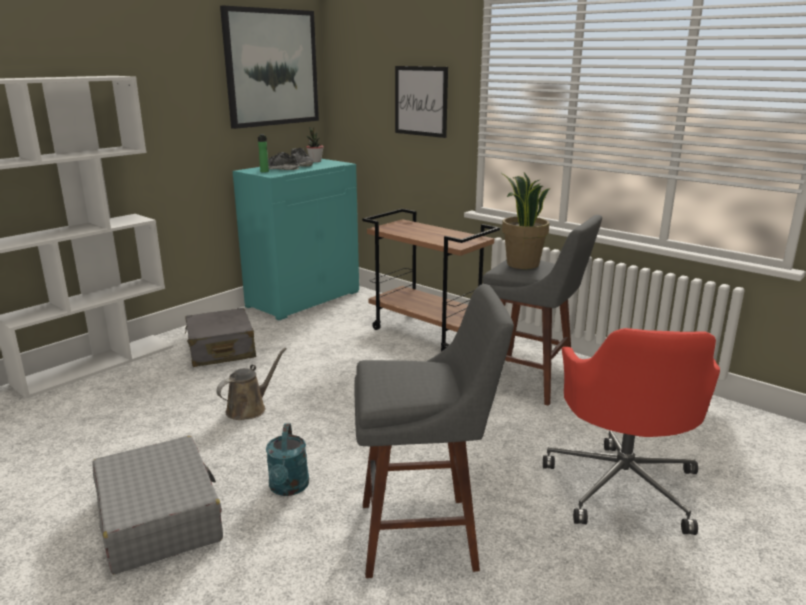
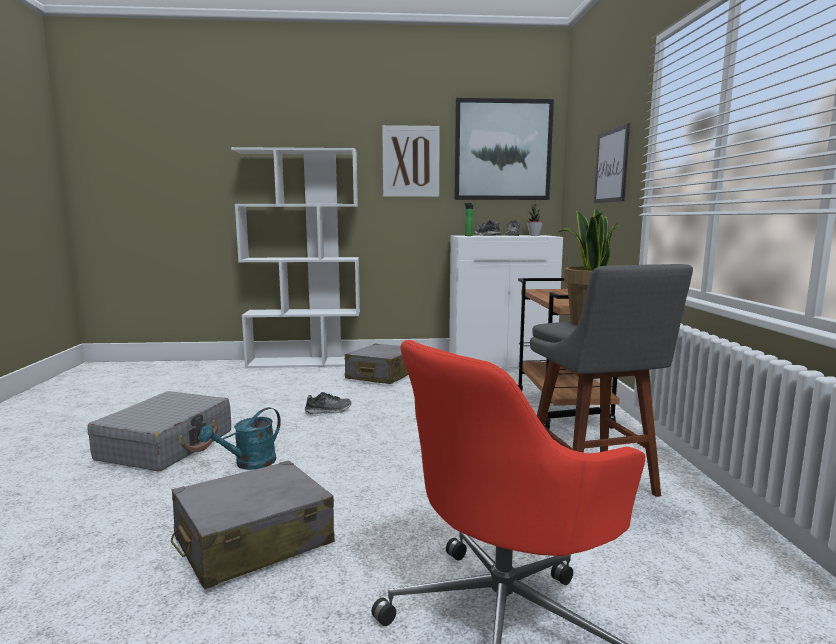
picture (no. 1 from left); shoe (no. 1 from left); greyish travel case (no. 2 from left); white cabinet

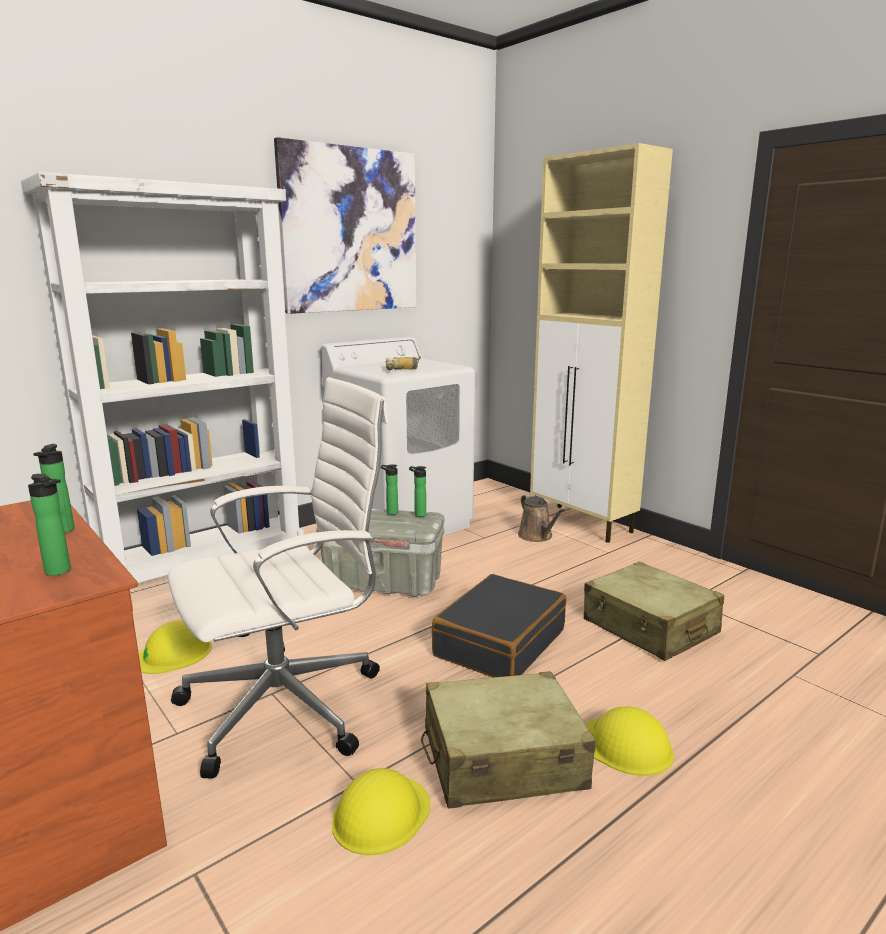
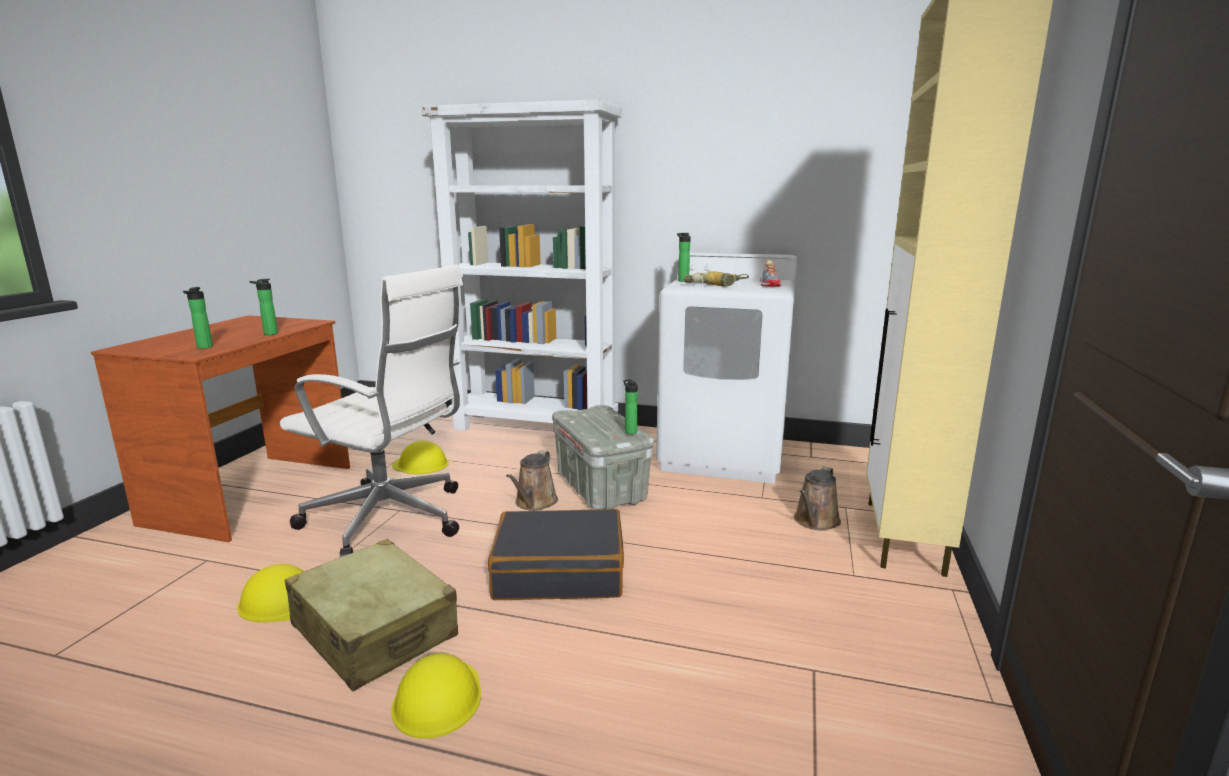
picture; sand-coloured travel case (no. 2 from left in the first image); brown sprinkling can (no. 1 from left); shoe; drink bottle (no. 4 from left)

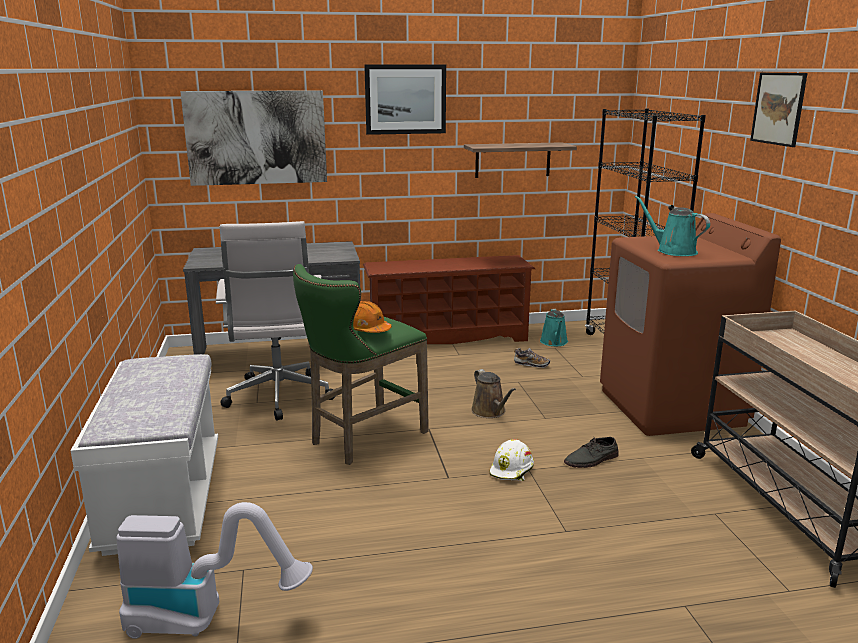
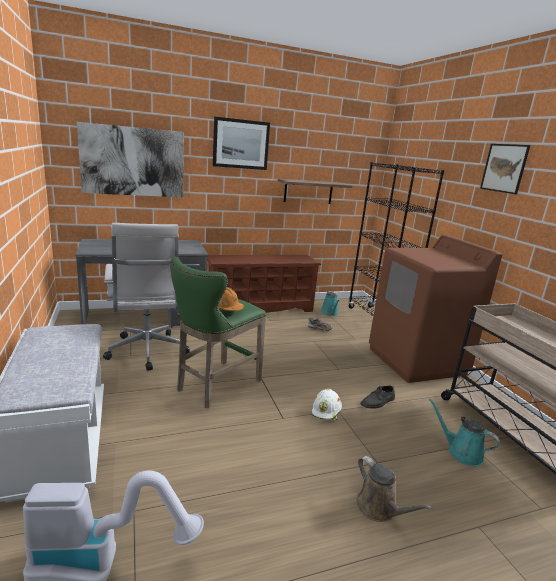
brown sprinkling can; turquoise-coloured sprinkling can (no. 2 from left)

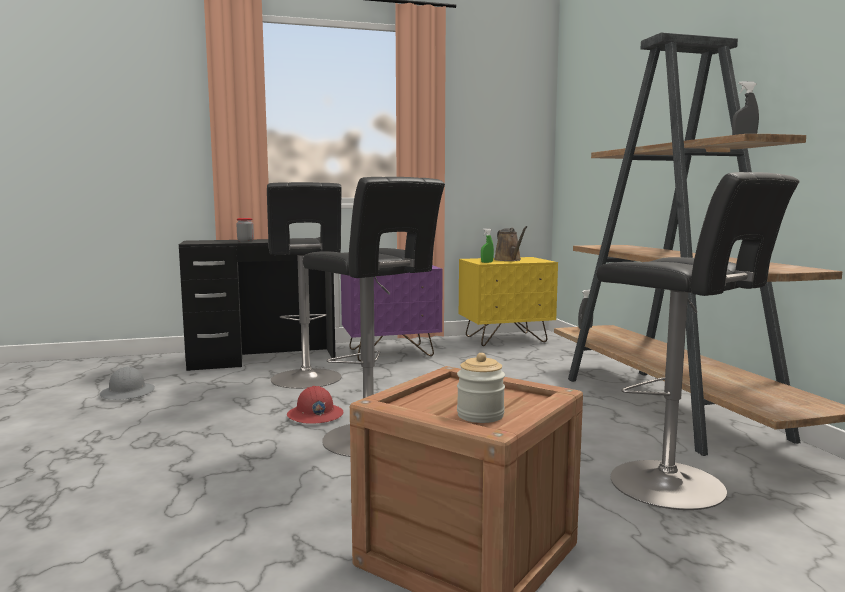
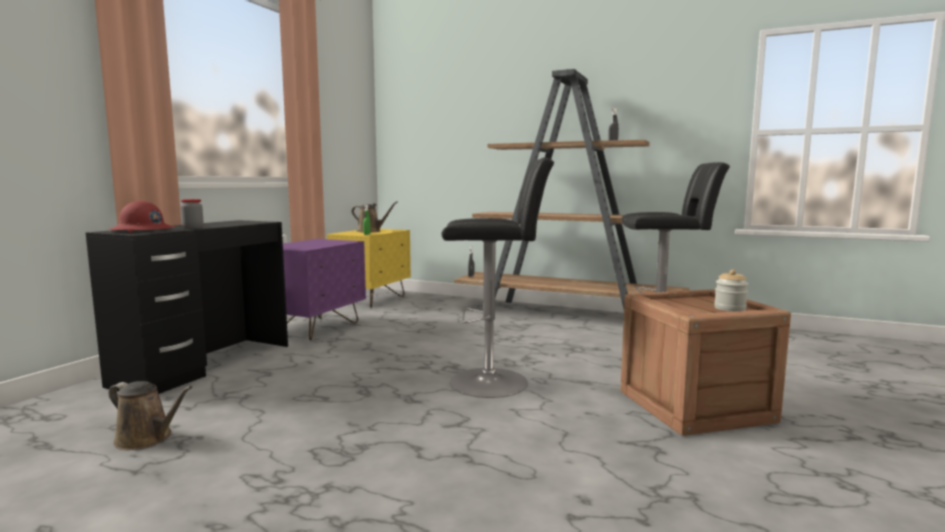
black-coloured stool (no. 1 from left in the first image); red safety helmet; brown sprinkling can (no. 1 from left)

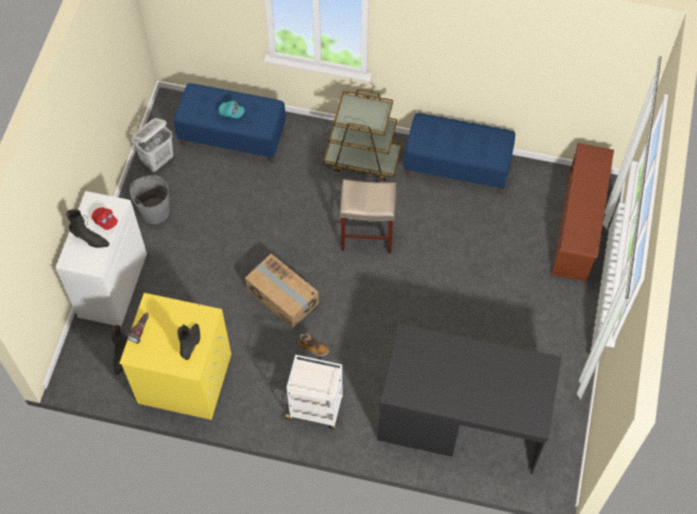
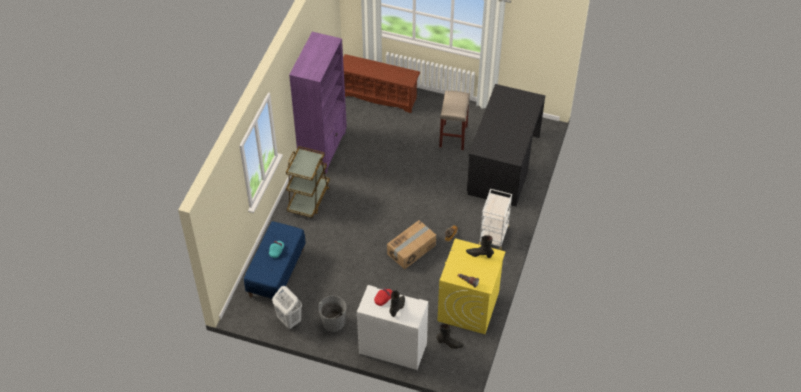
sand-coloured stool; purplish shelving unit

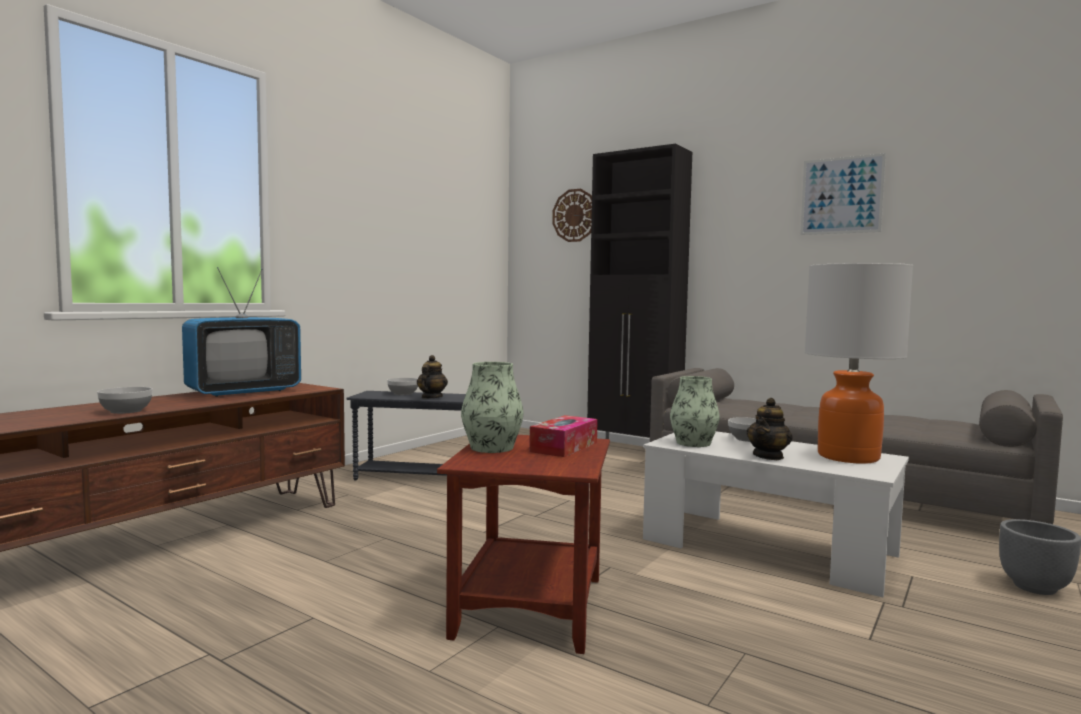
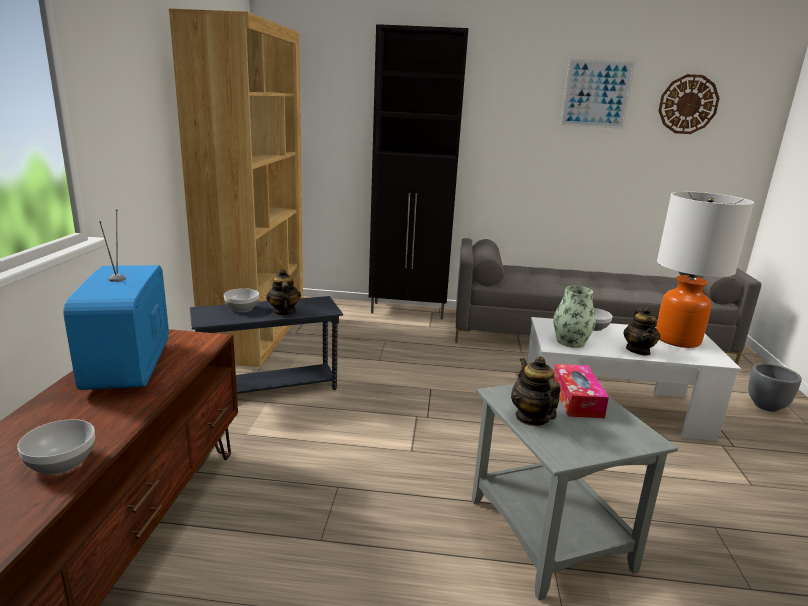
brown shelving unit; clock on the wall; tea pot (no. 2 from left); greyish side table (no. 2 from left); TV

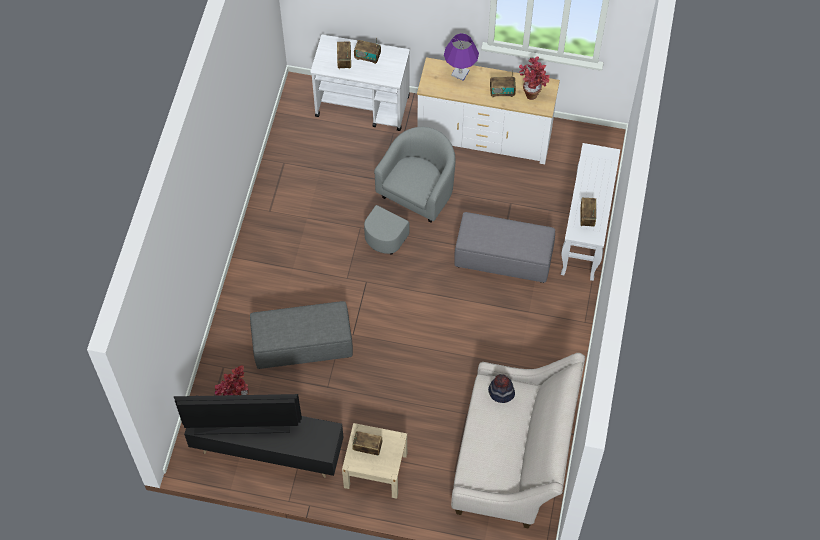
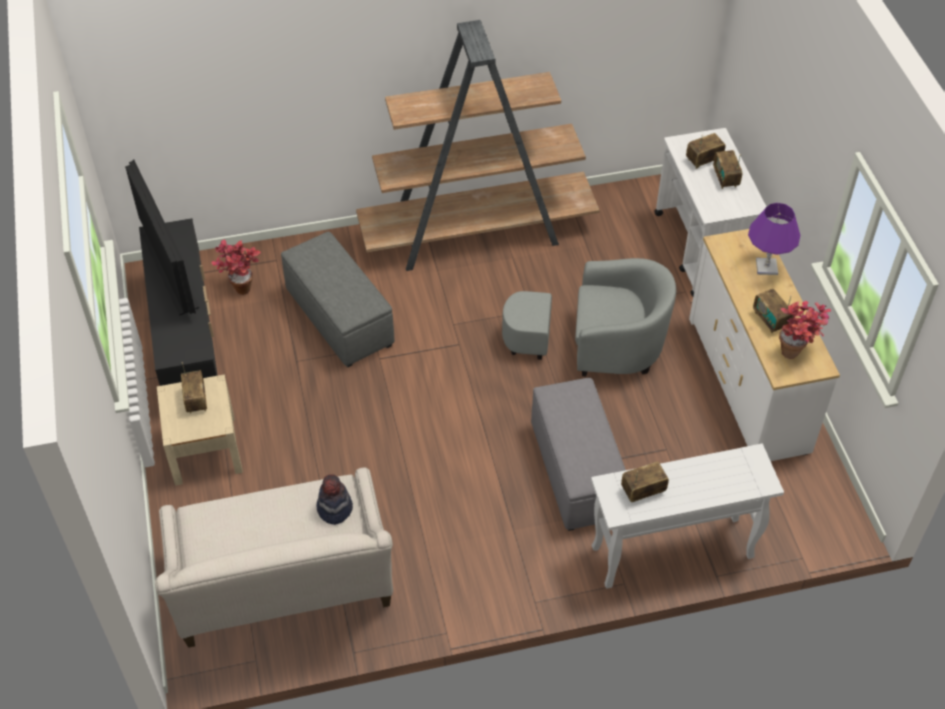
brown shelving unit

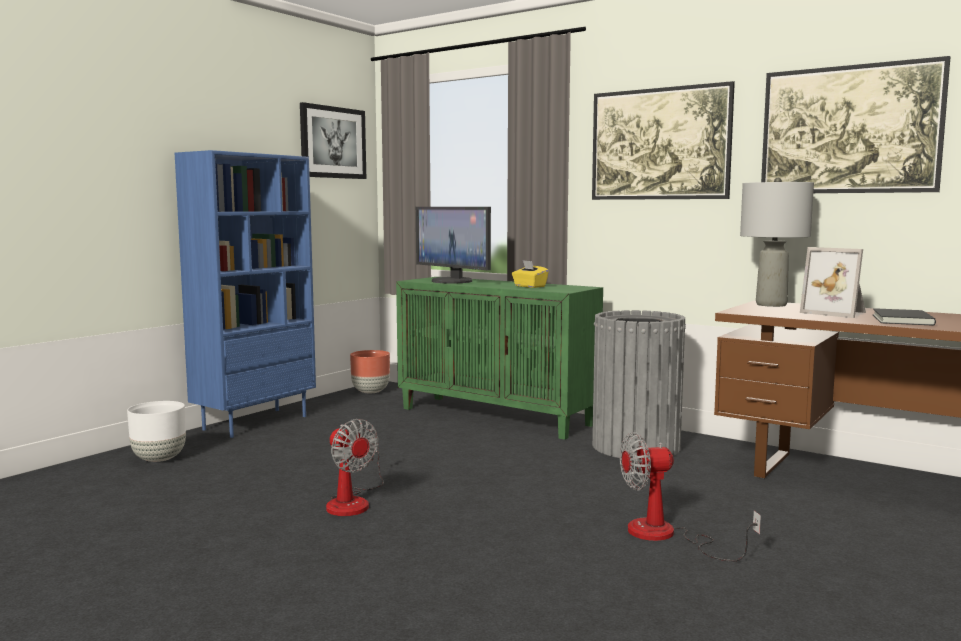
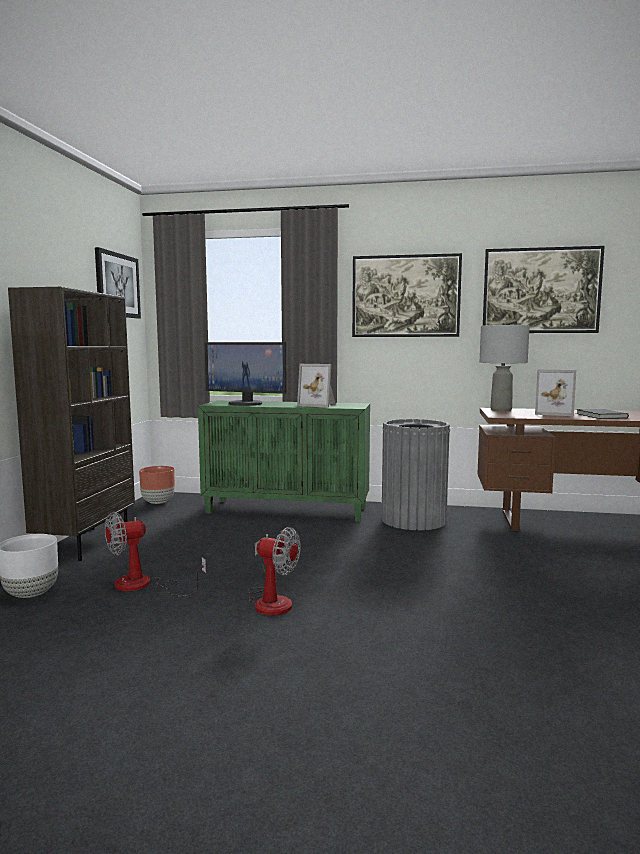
electric fan (no. 1 from left); photo frame (no. 1 from left); brown shelving unit

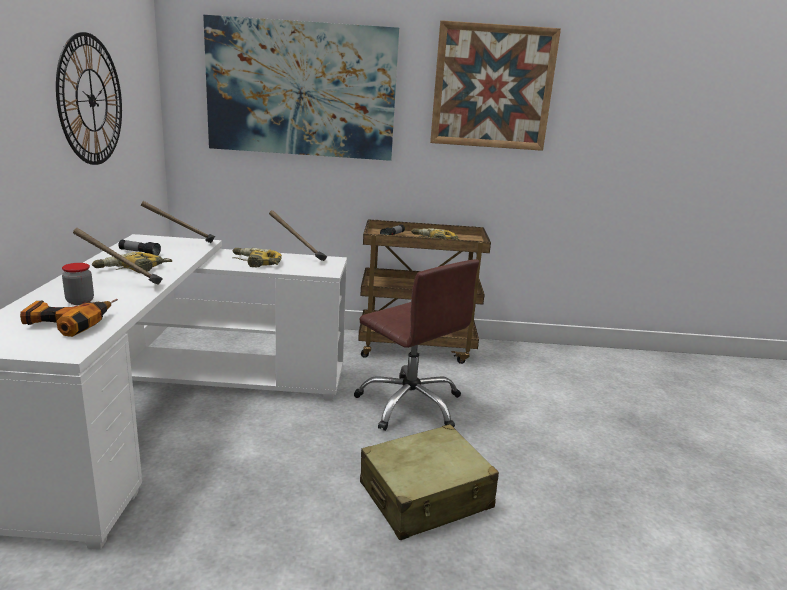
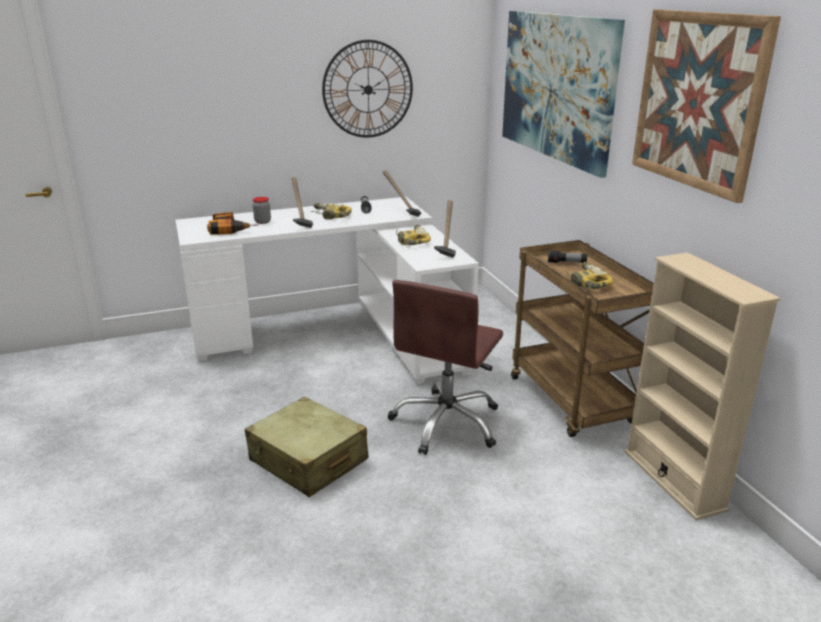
sand-coloured shelving unit

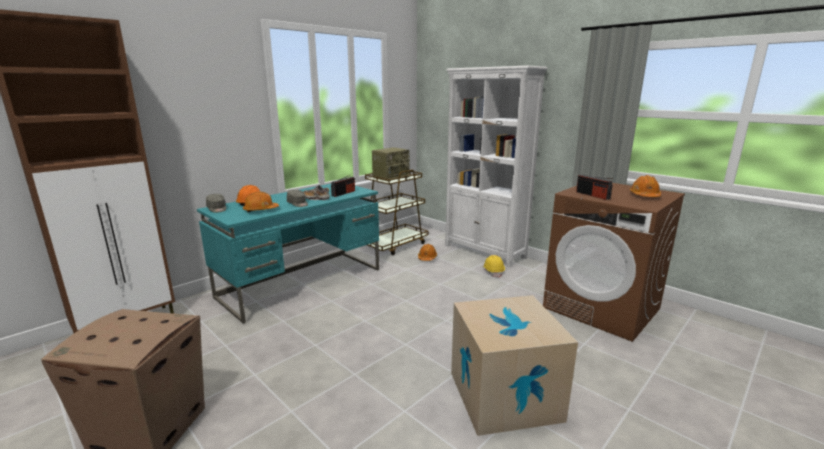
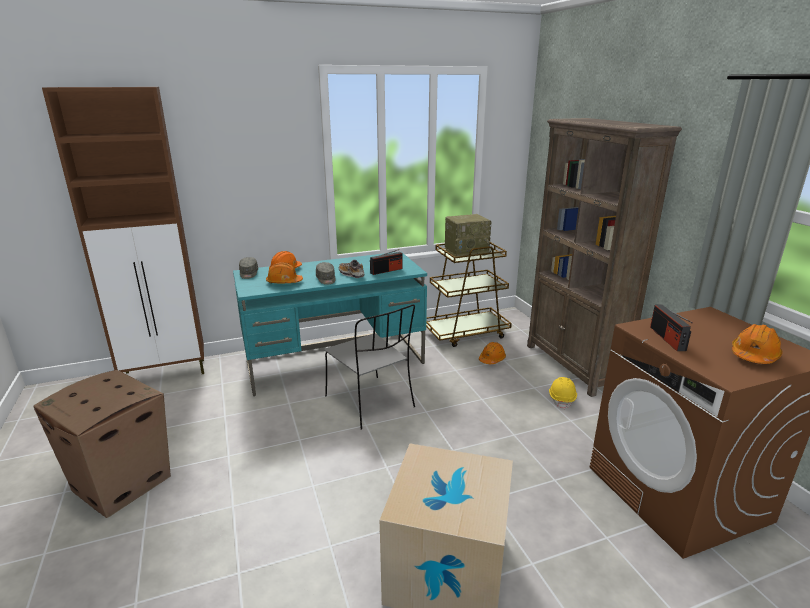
greyish upright chair; brown shelving unit

